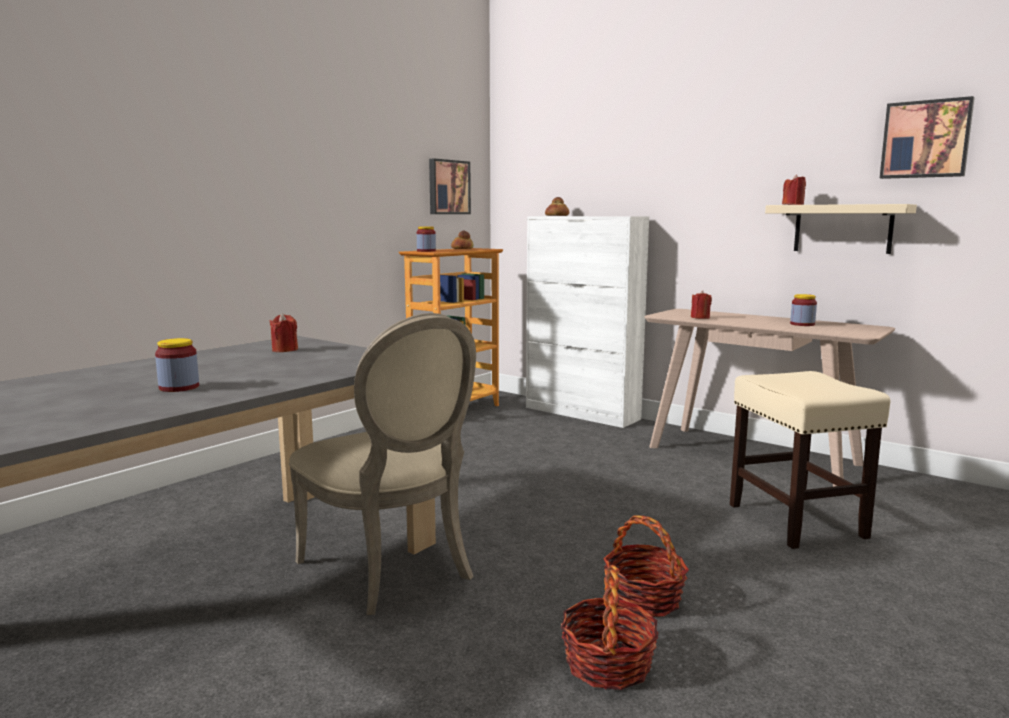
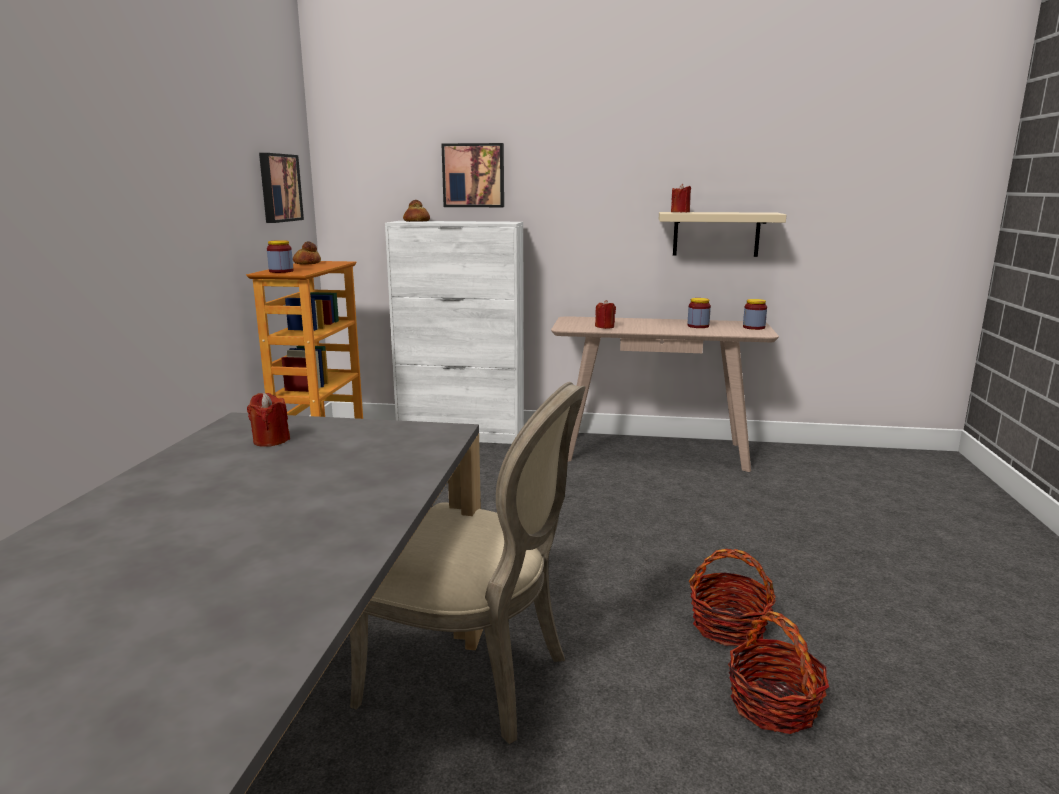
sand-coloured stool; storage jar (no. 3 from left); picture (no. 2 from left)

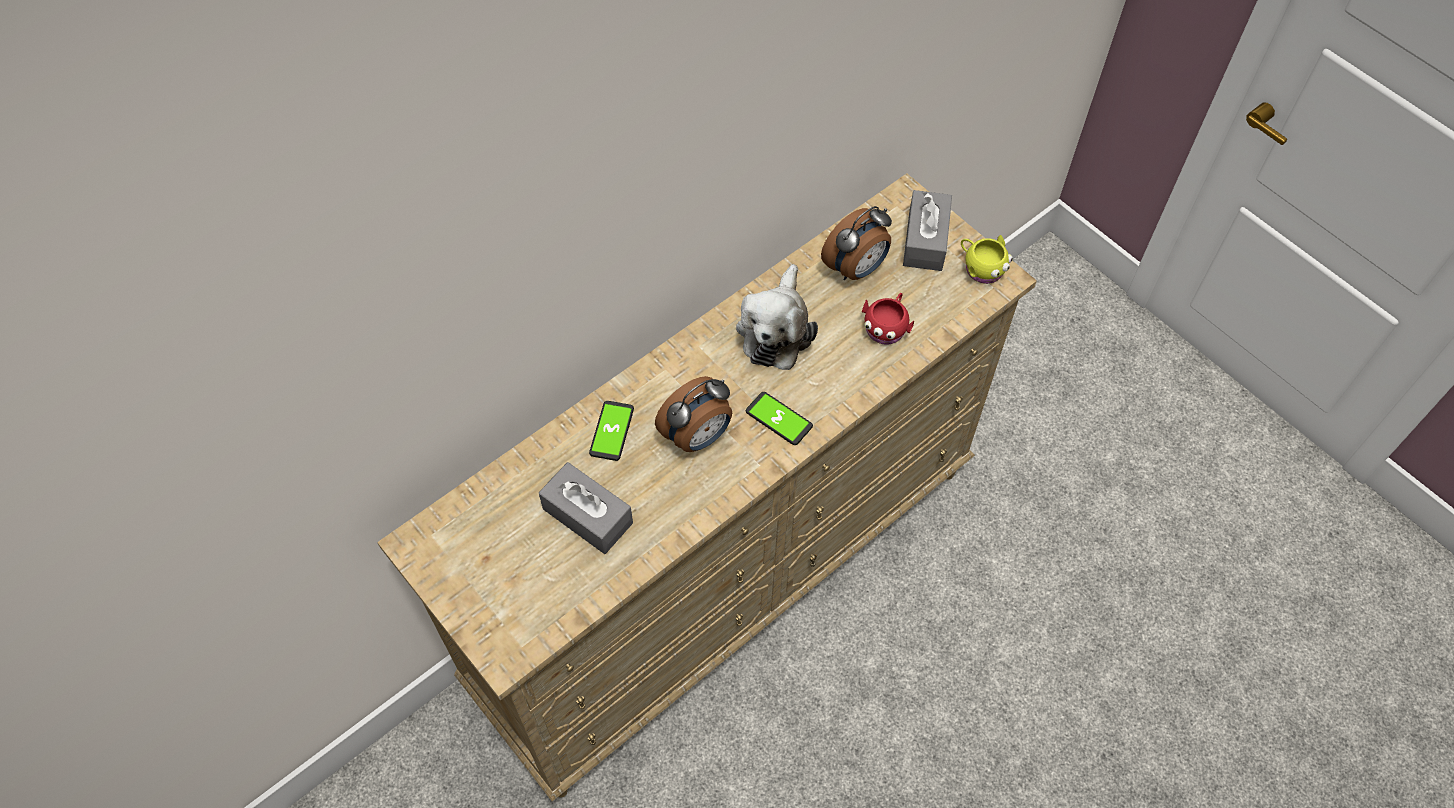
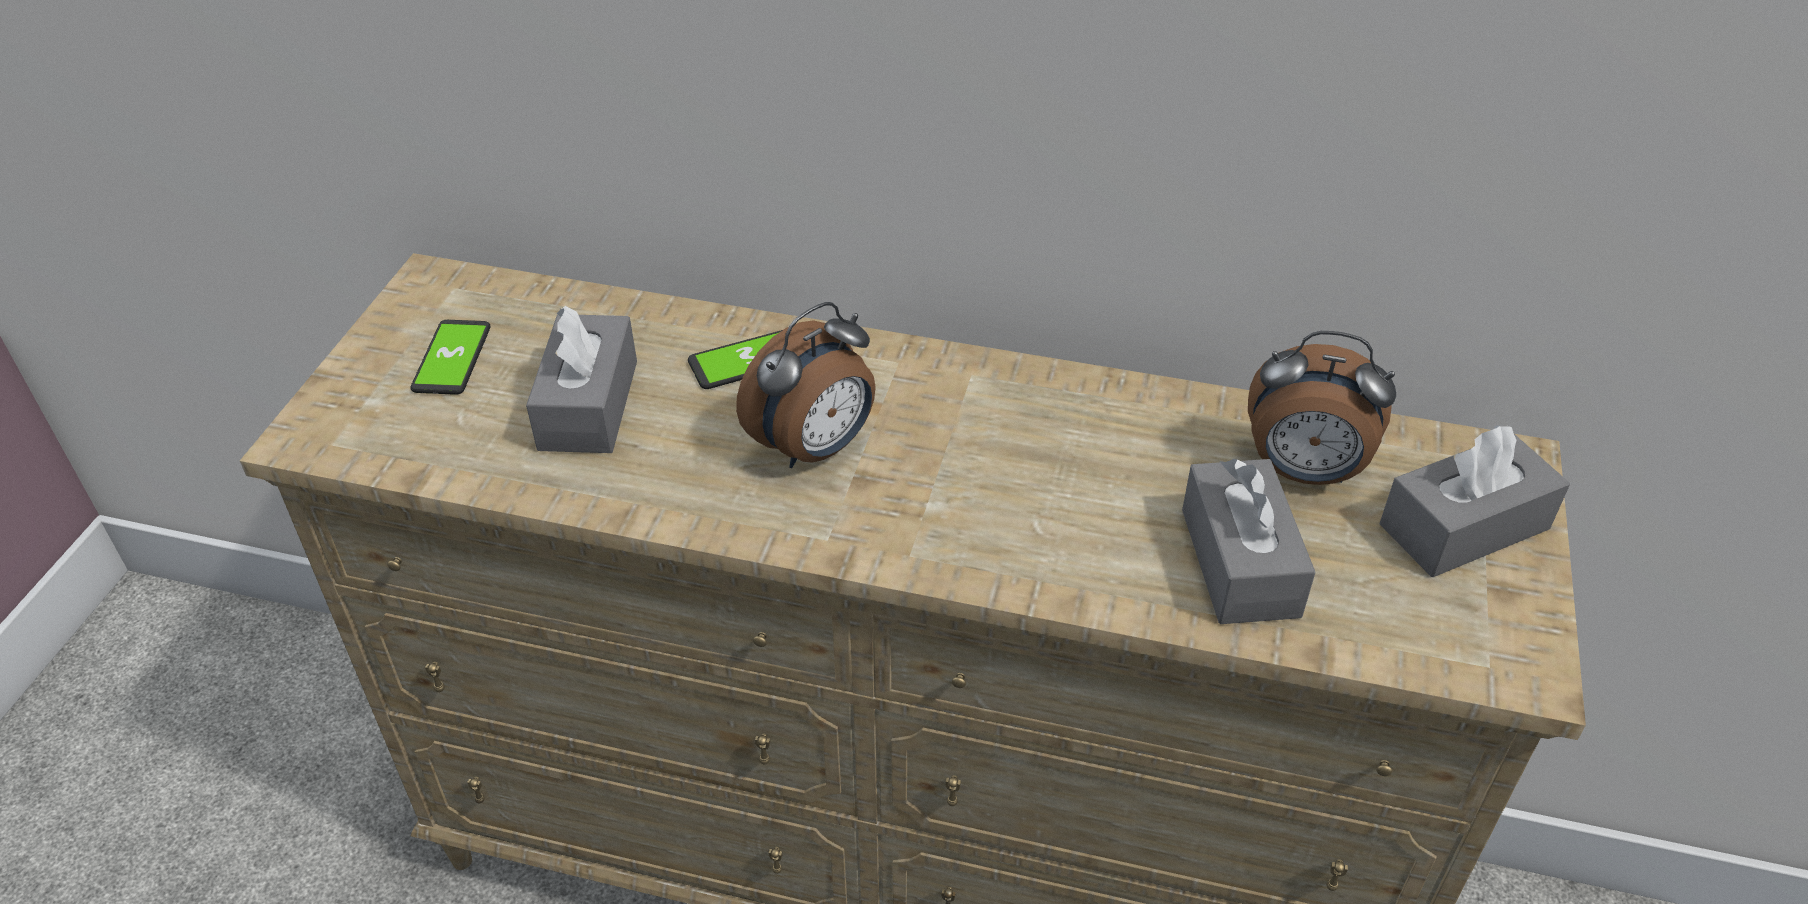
soft toy; yellow mug; phone (no. 1 from left); greyish box of tissues (no. 2 from left); bedside clock (no. 1 from left)

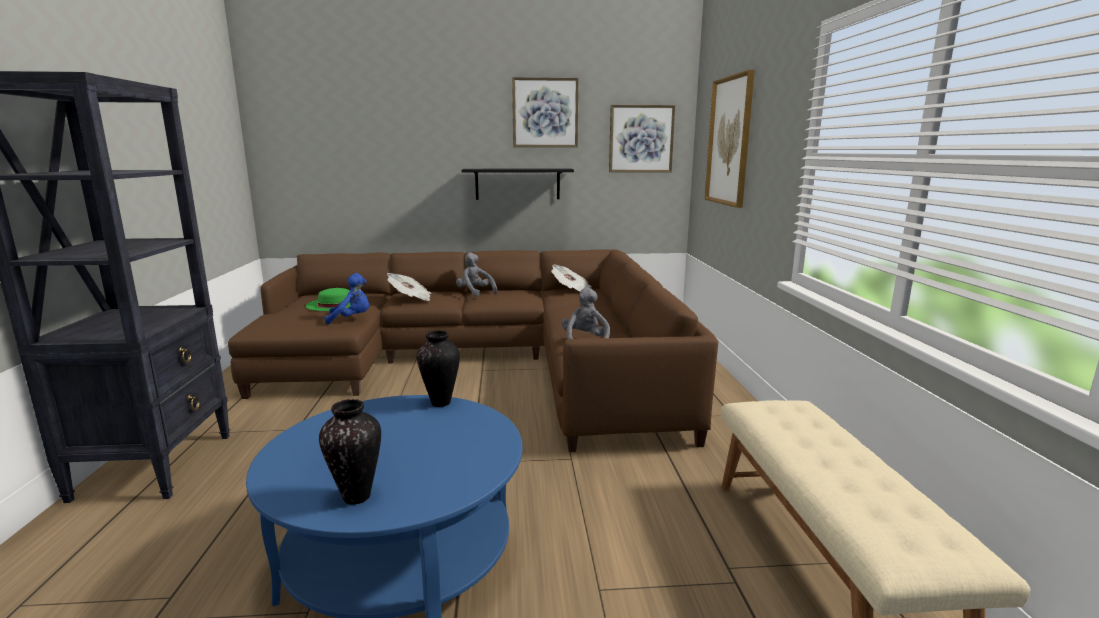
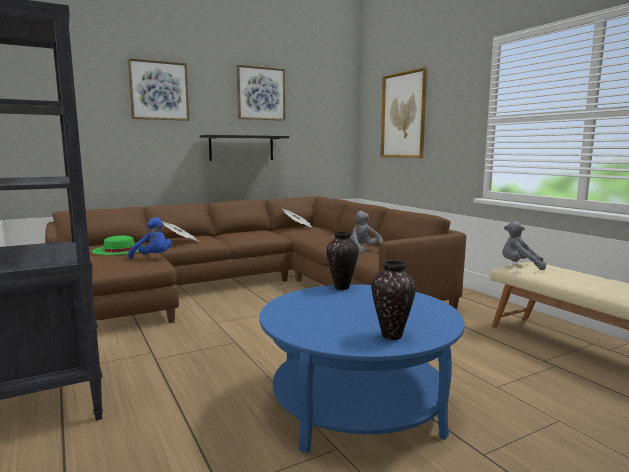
greyish soft toy (no. 2 from left); picture (no. 1 from left); bluish soft toy

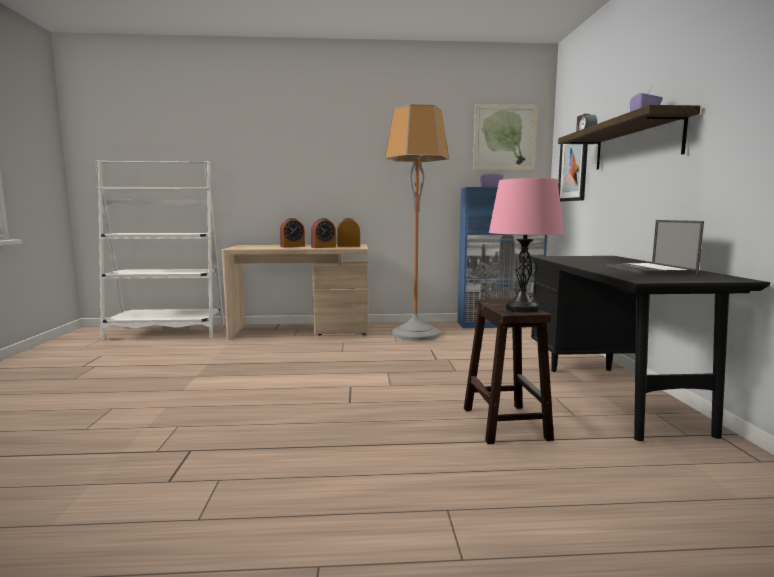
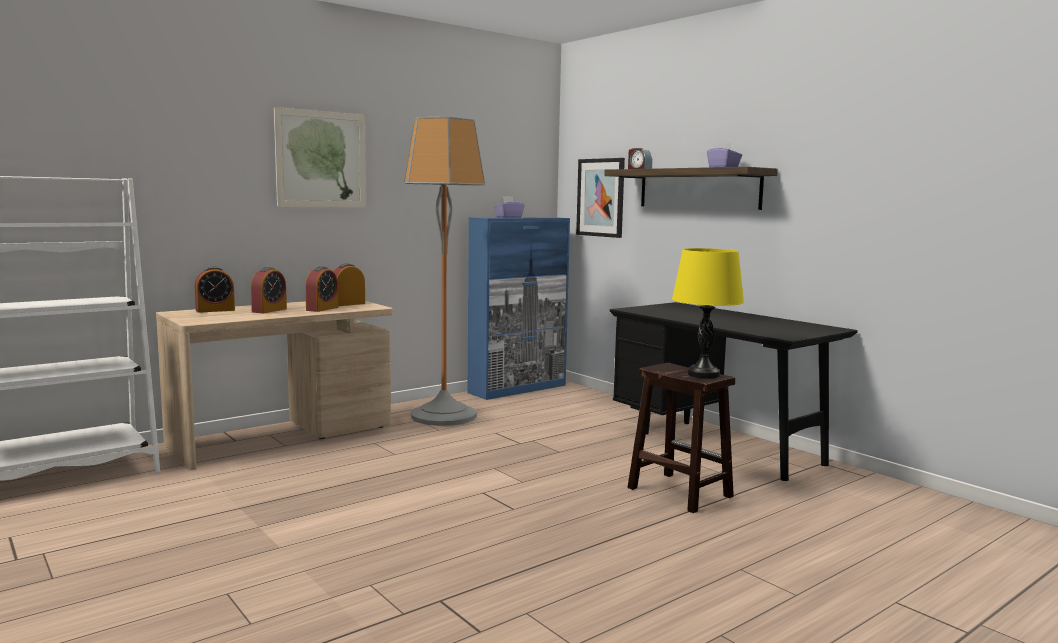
laptop; bedside clock (no. 1 from left); picture (no. 1 from left); yellow lamp for a table

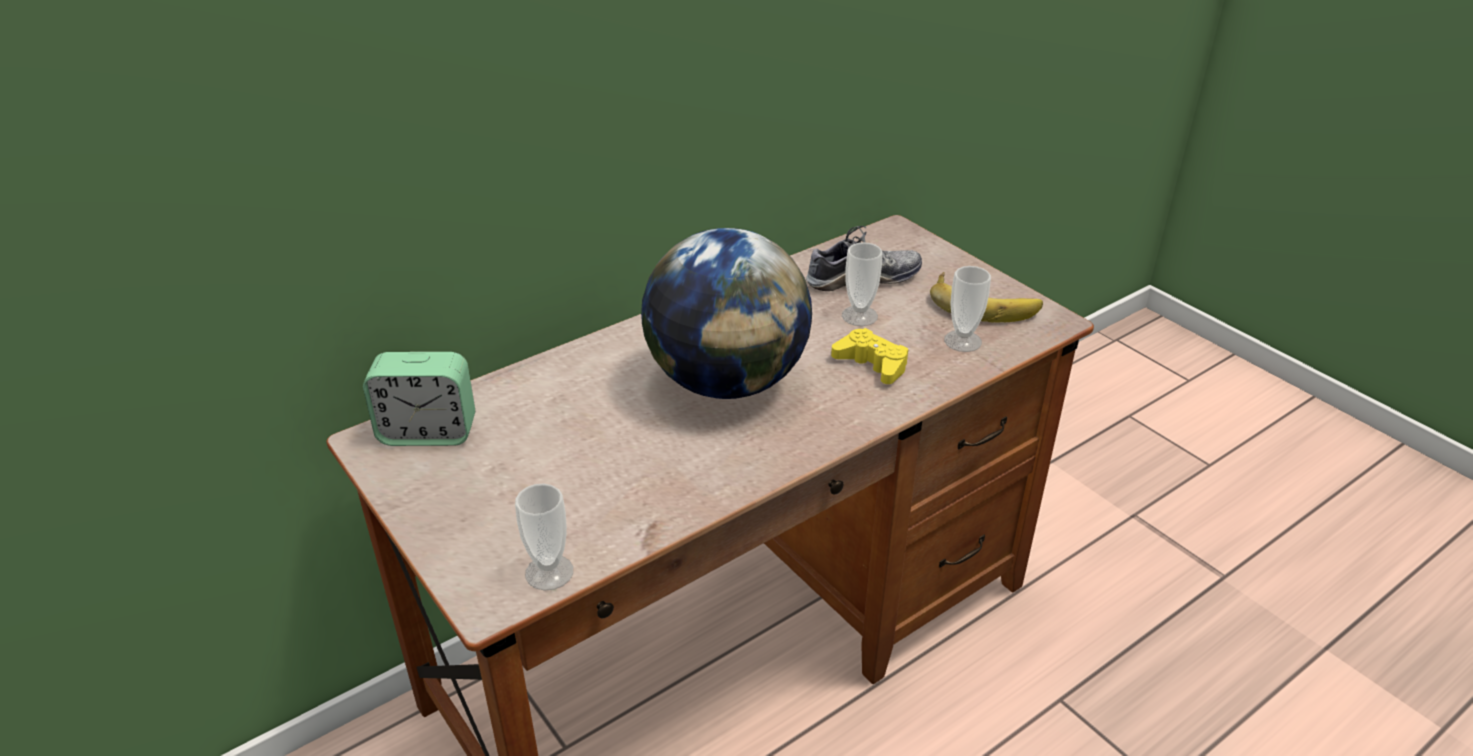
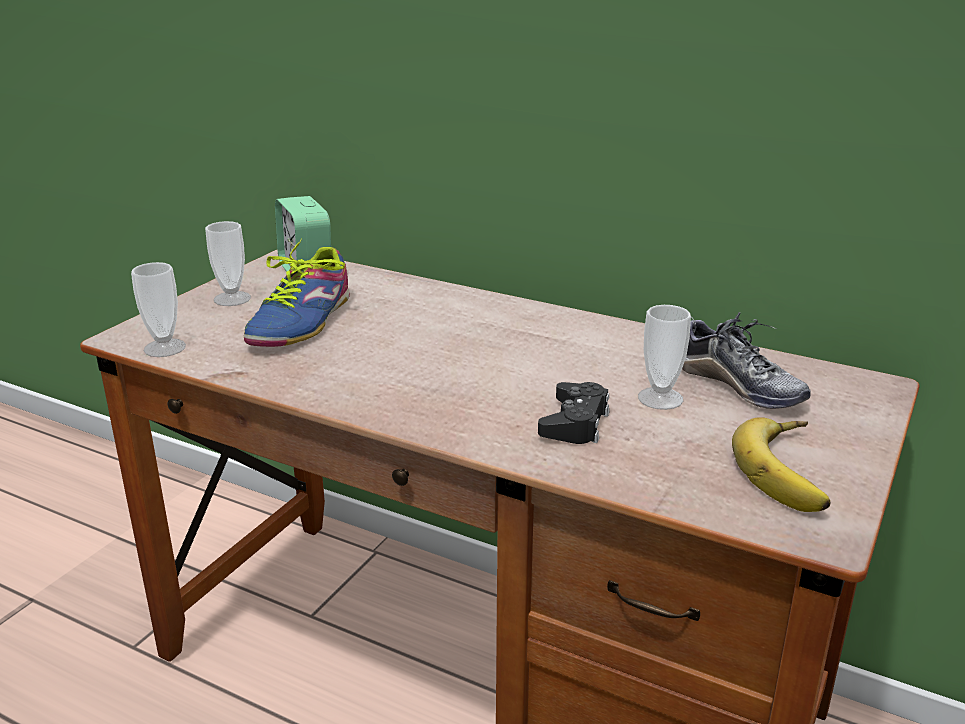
desk globe; shoe (no. 1 from left); drinking cup (no. 2 from left); black-coloured gamepad

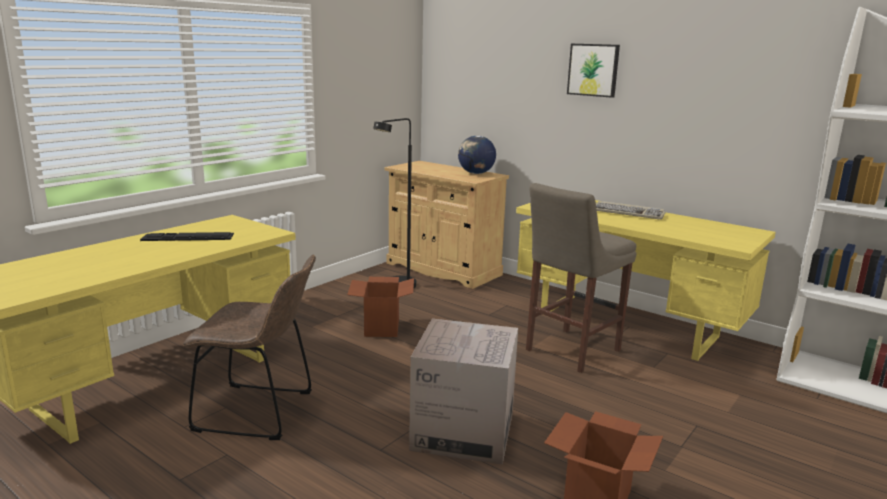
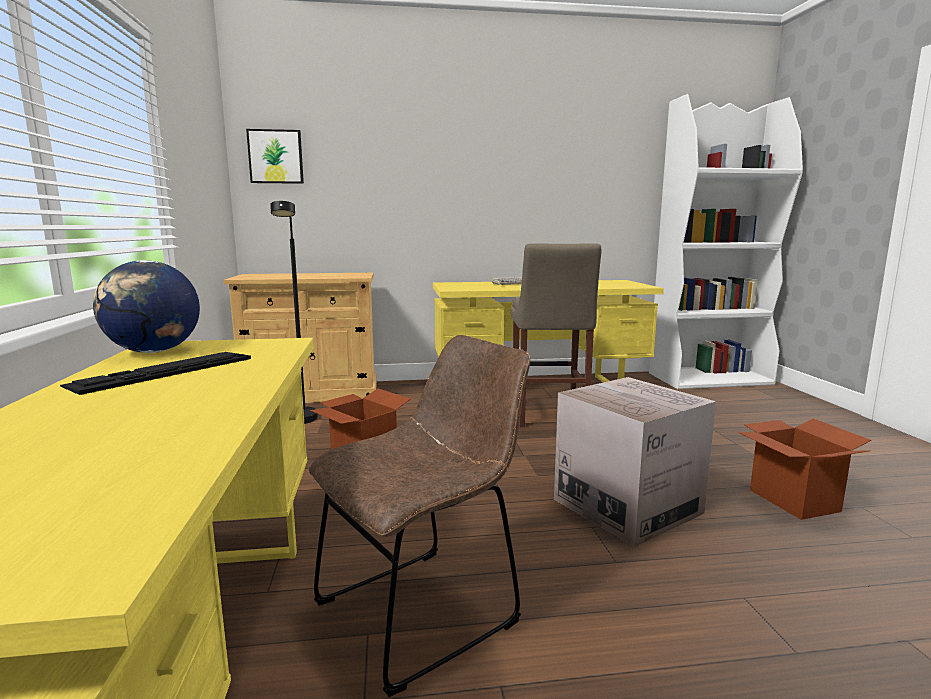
desk globe; picture

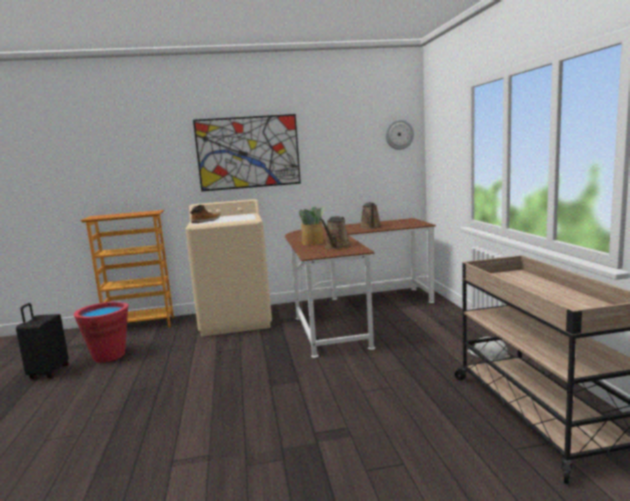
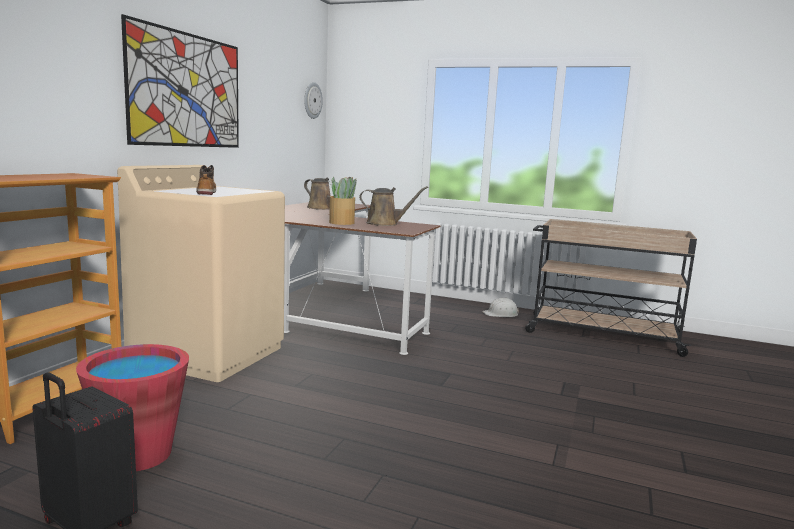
brown sprinkling can (no. 2 from left)

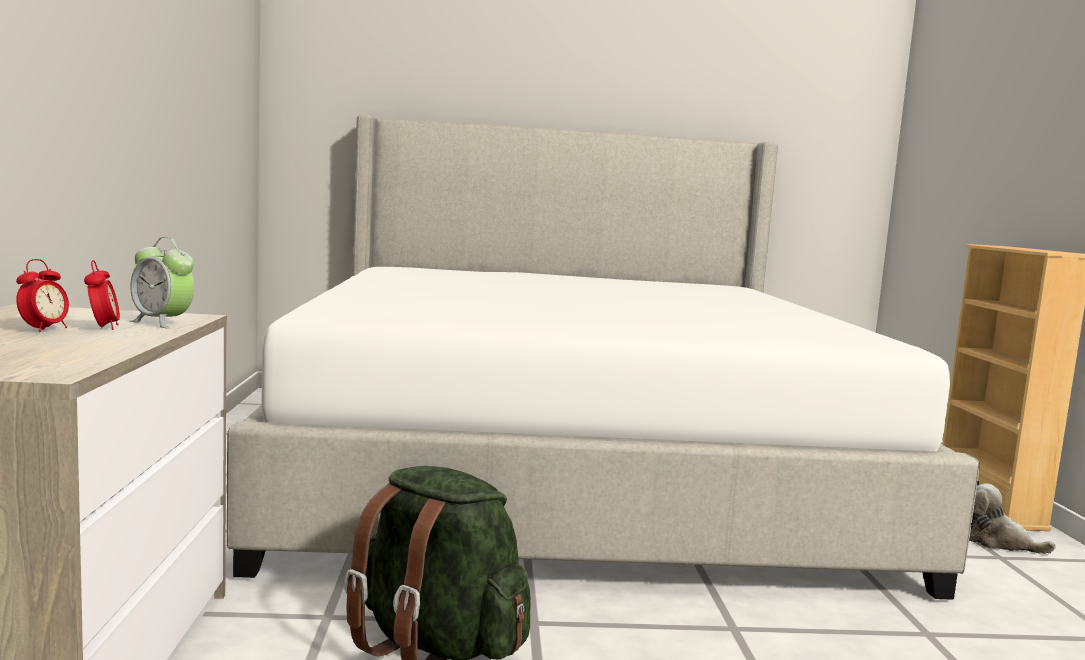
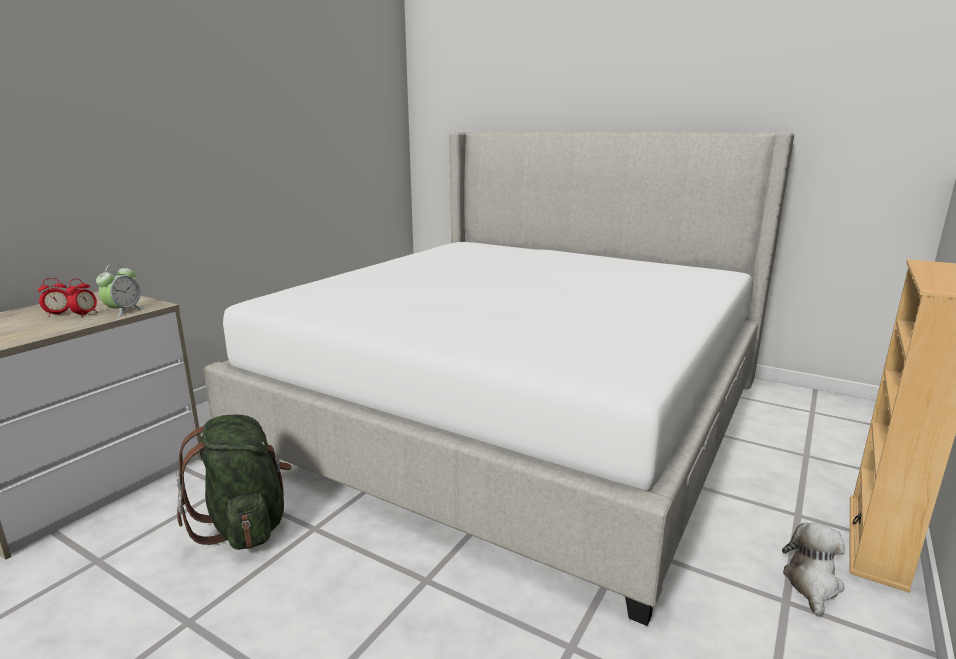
bedside clock (no. 3 from left); soft toy

